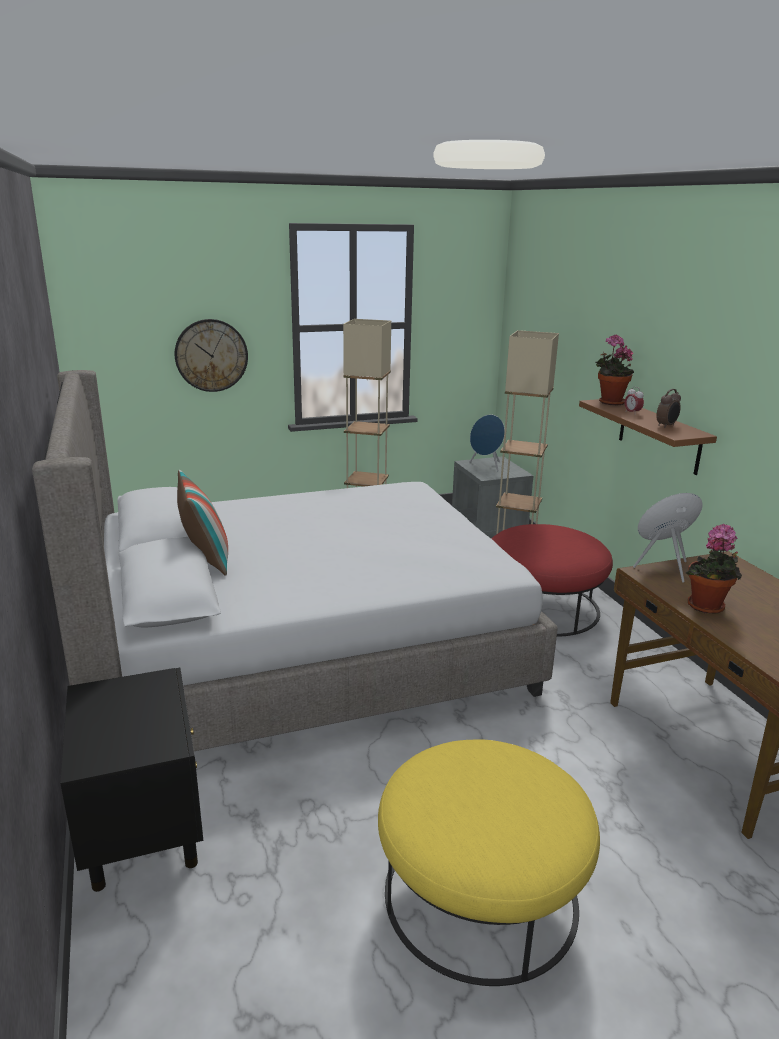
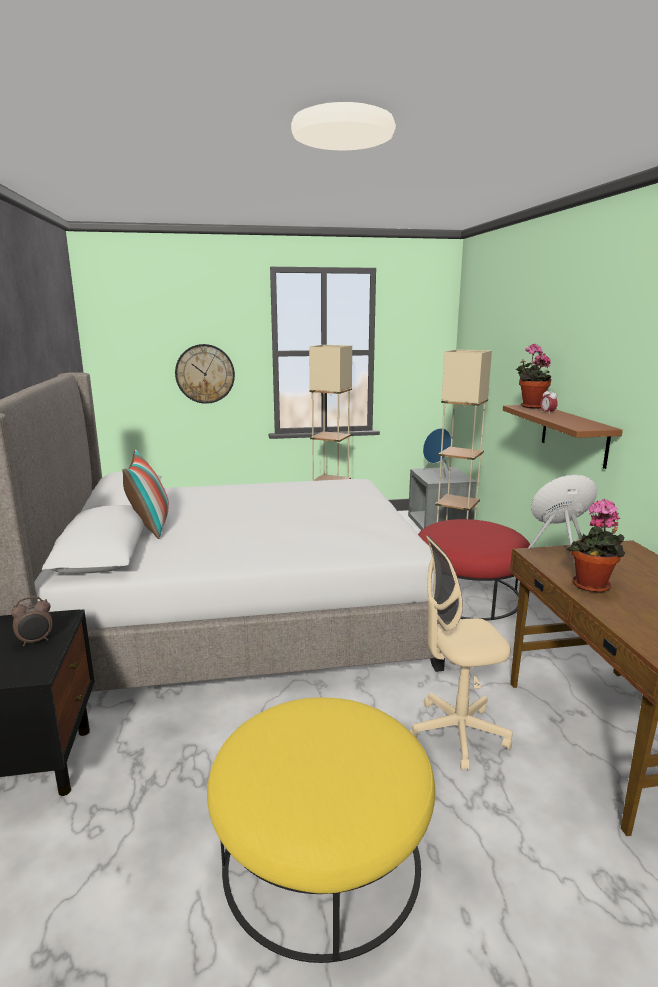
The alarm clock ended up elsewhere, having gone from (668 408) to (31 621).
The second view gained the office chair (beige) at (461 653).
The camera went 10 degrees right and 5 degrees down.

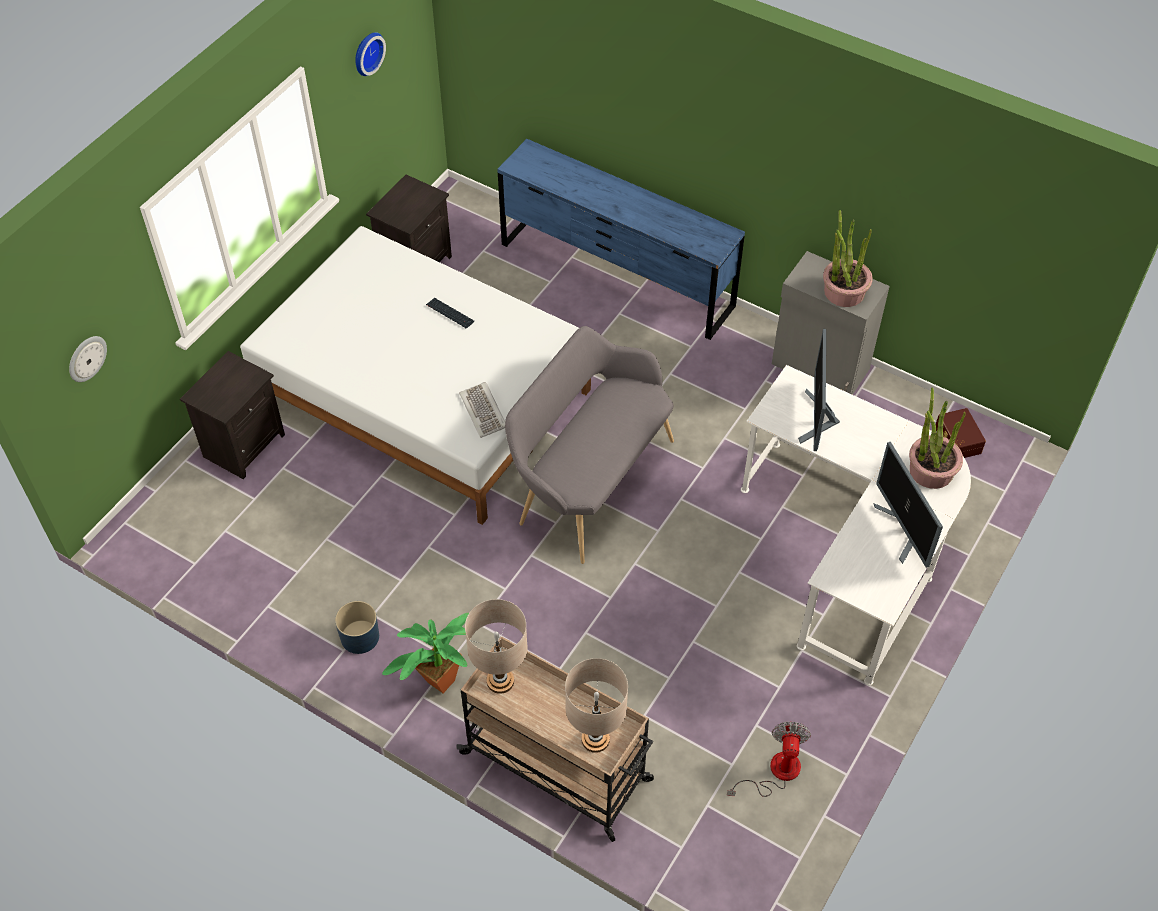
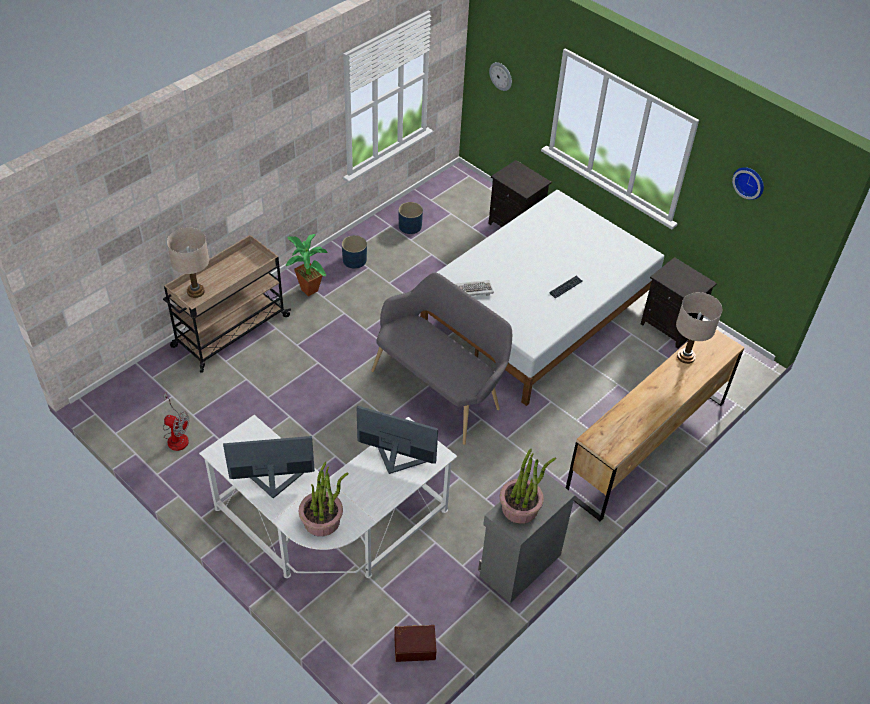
The table lamp (beige) ended up elsewhere, having gone from (496 646) to (699 328).
What was the dresser (blue) at (621 239) turned into the dresser (brown) at (655 425).
The second view gained the planter (blue) at (410 218).
The camera went 100 degrees right and 5 degrees down.

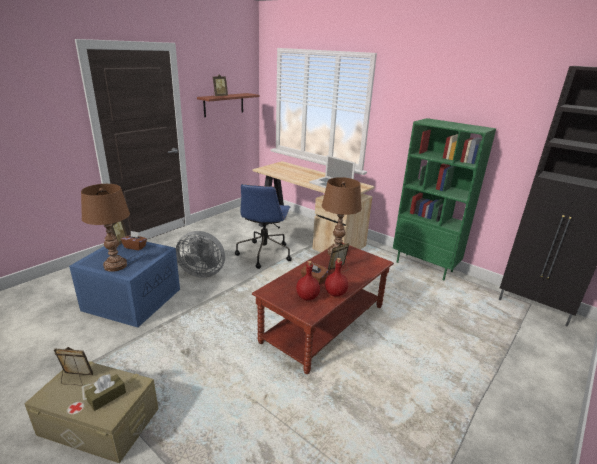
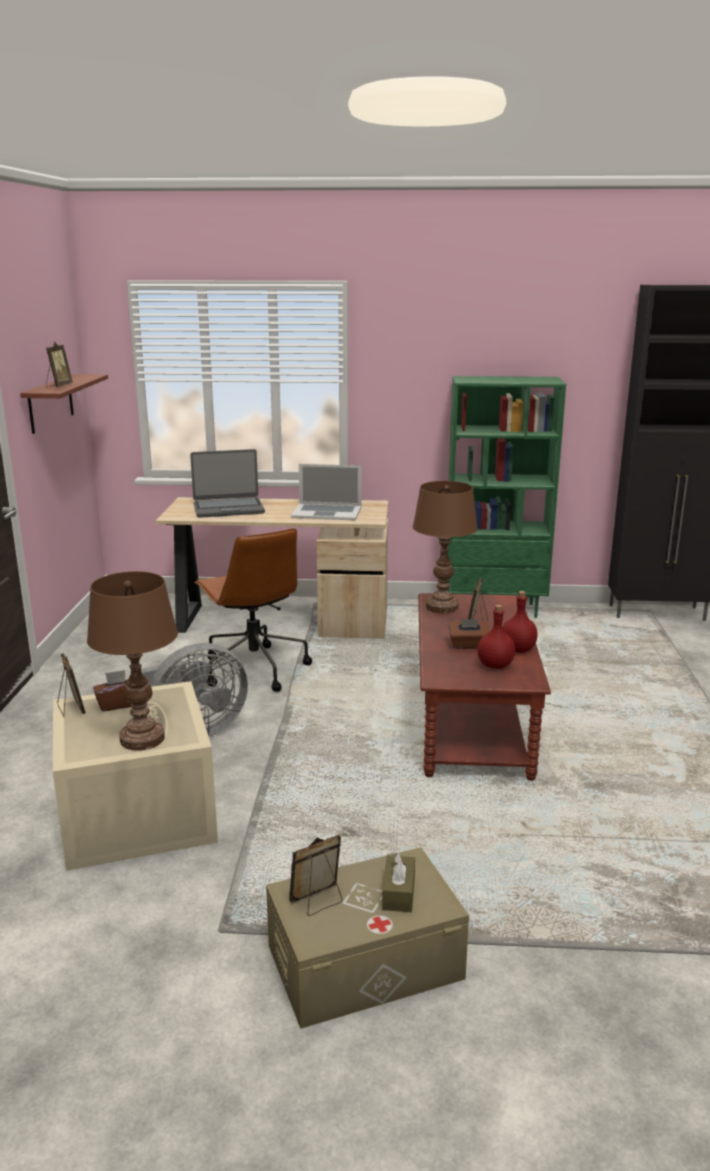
What was the storage box (blue) at (124 285) turned into the storage box (beige) at (135 776).
What was the office chair (blue) at (263 226) turned into the office chair (brown) at (253 610).
The second view gained the laptop at (227 483).
The camera went 35 degrees left and 5 degrees down.

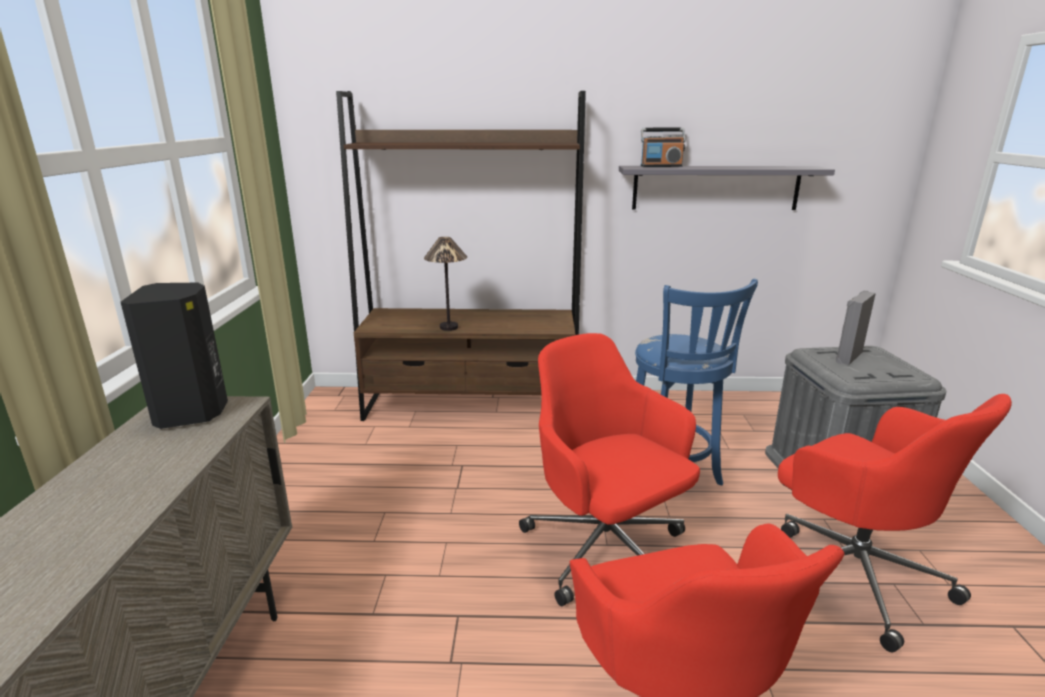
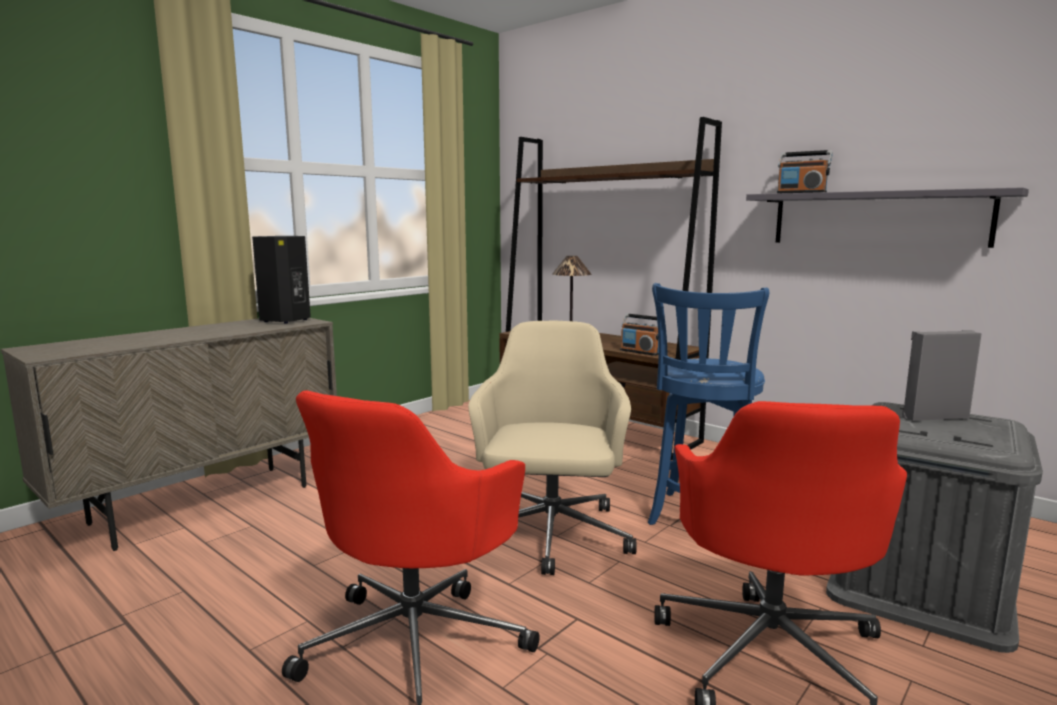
What was the office chair (red) at (609 469) turned into the office chair (beige) at (552 448).
The second view gained the radio at (639 335).
The camera went 40 degrees right and 10 degrees down.

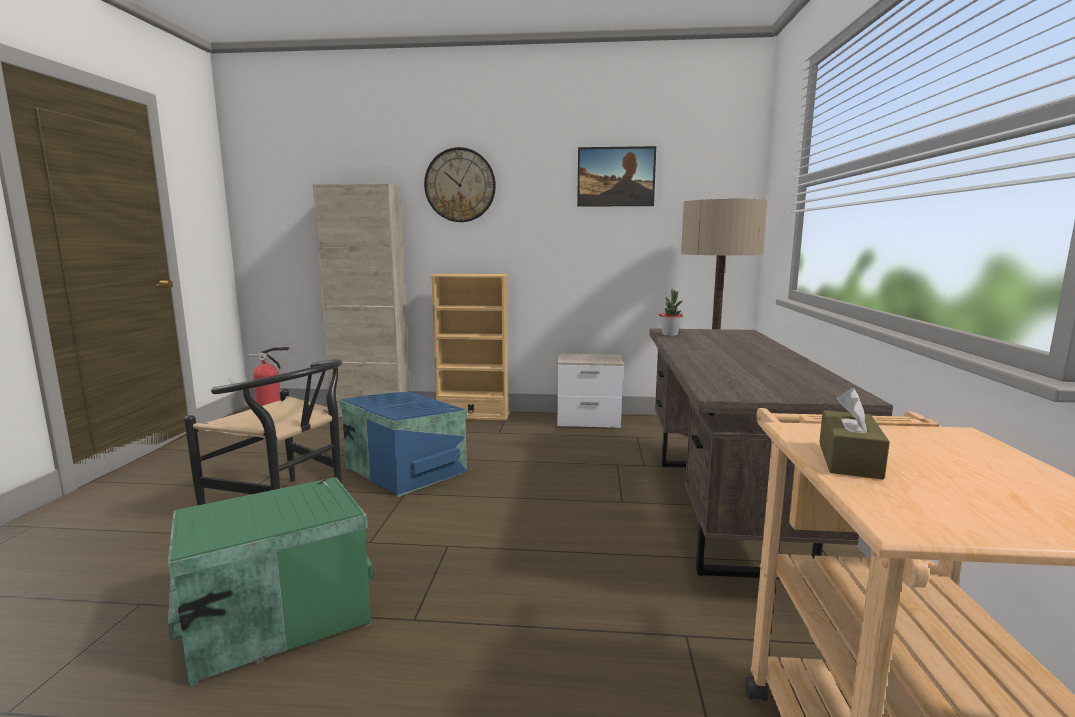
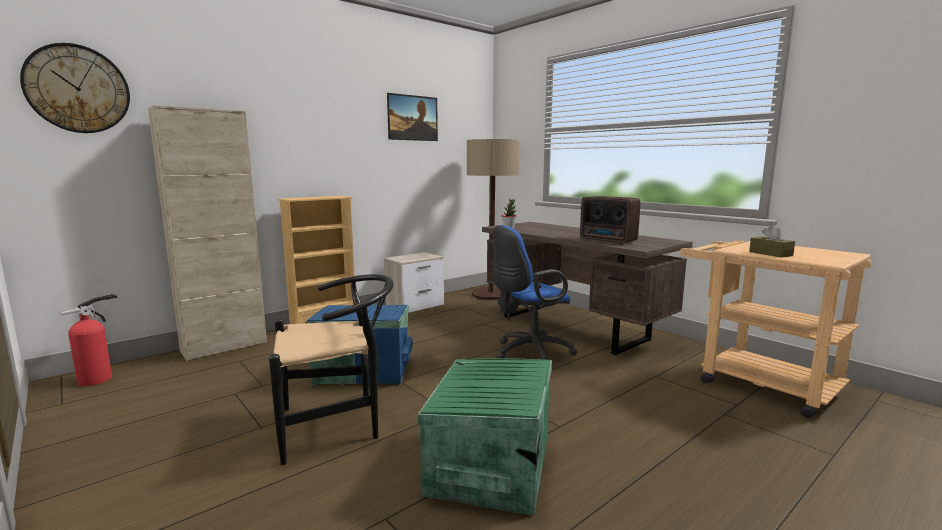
The wall clock ended up elsewhere, having gone from (460 184) to (75 88).
The second view gained the office chair (blue) at (535 292).
The second view gained the radio at (610 219).
The camera went 45 degrees left and 0 degrees up.

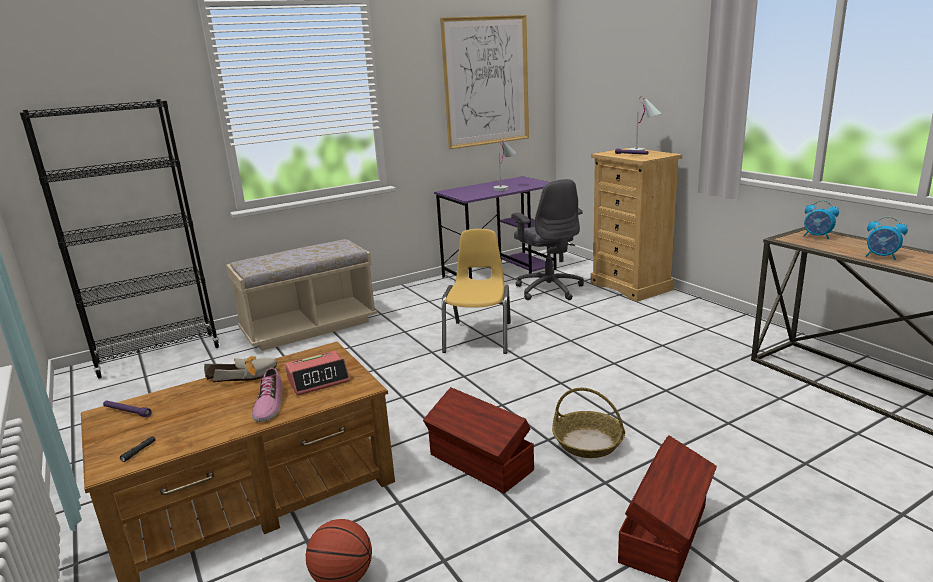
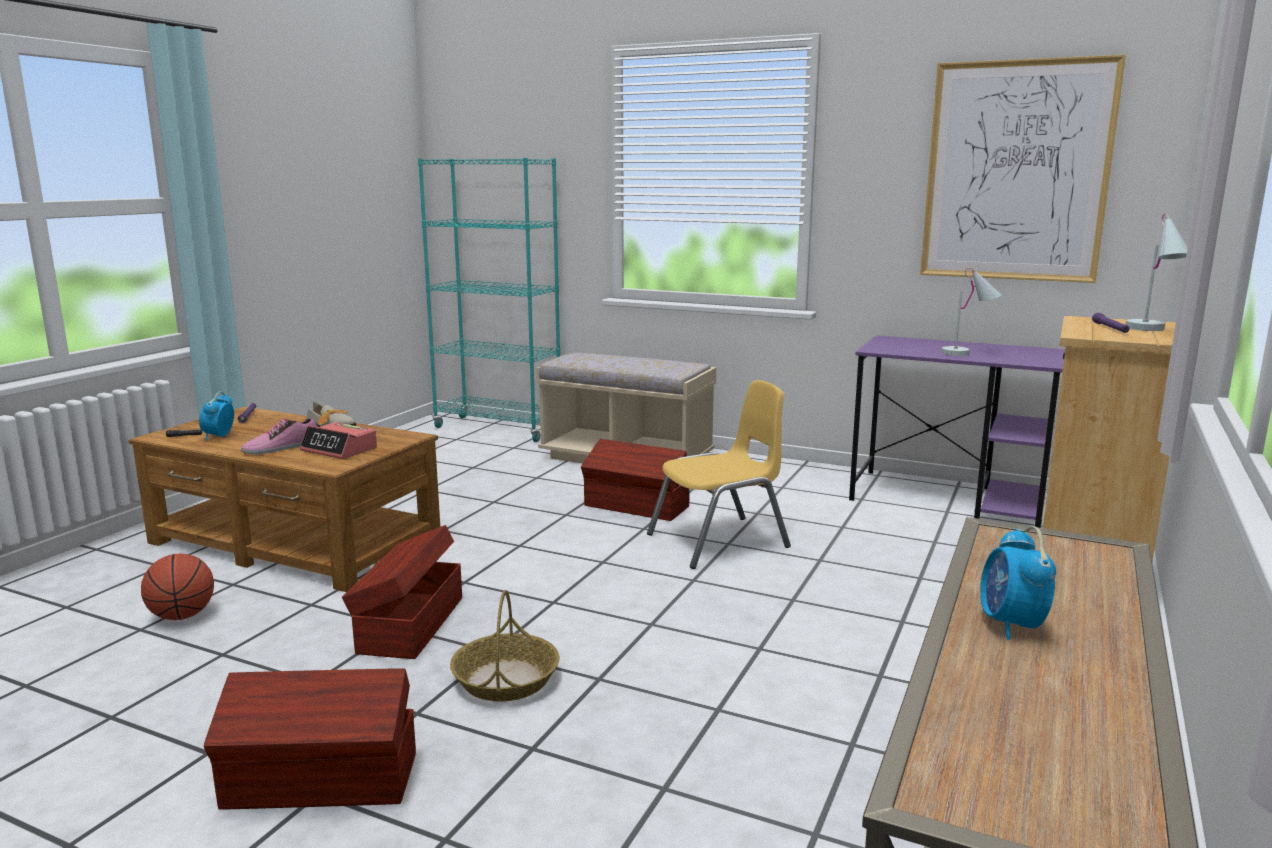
What was the bookcase (black) at (120 239) turned into the bookcase (turquoise) at (489 300).
The second view lost the office chair (grey) at (547 239).
The alarm clock ended up elsewhere, having gone from (821 219) to (216 416).
The second view gained the storage box (brown) at (635 480).
The camera went 55 degrees right and 5 degrees down.

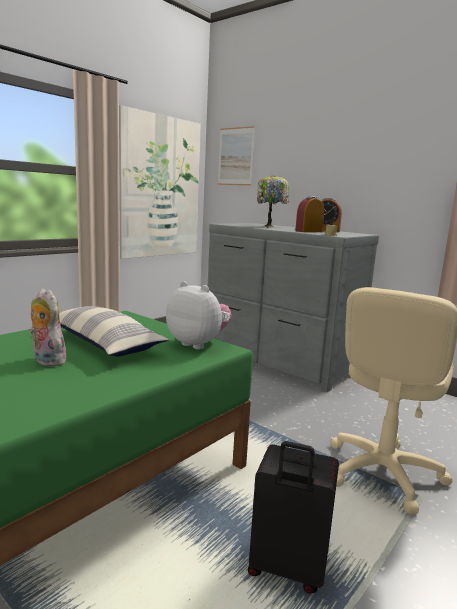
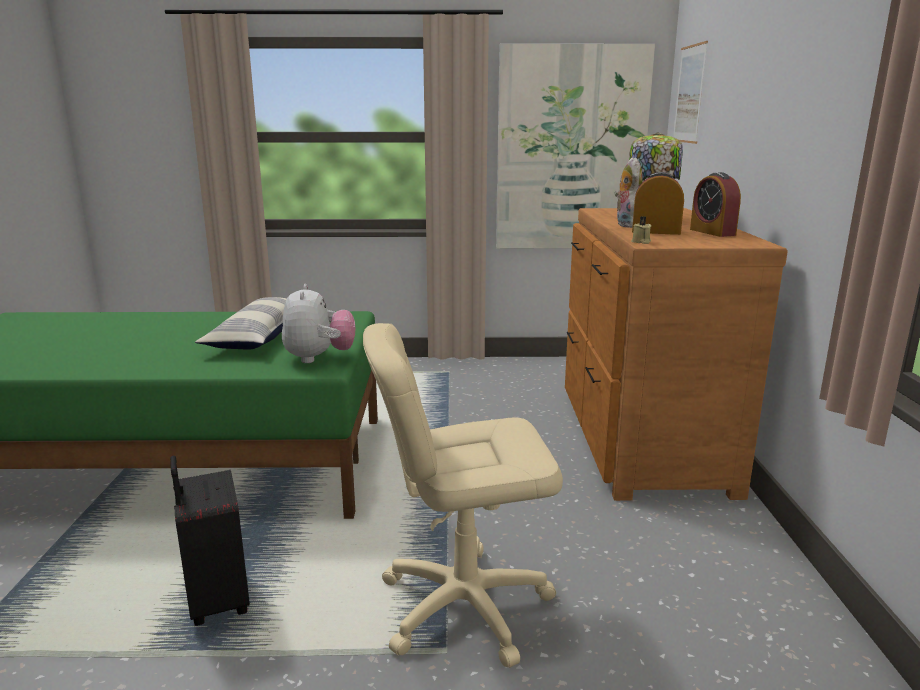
The plush toy ended up elsewhere, having gone from (47 327) to (628 192).
What was the dresser (grey) at (293 308) turned into the dresser (brown) at (676 354).
The camera went 50 degrees right and 5 degrees up.

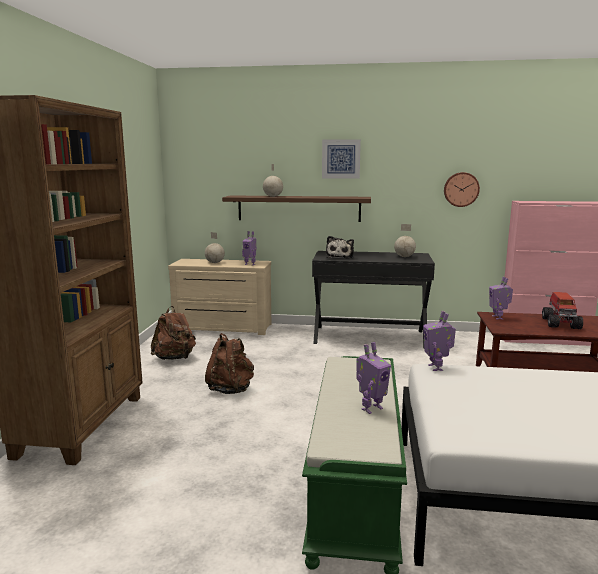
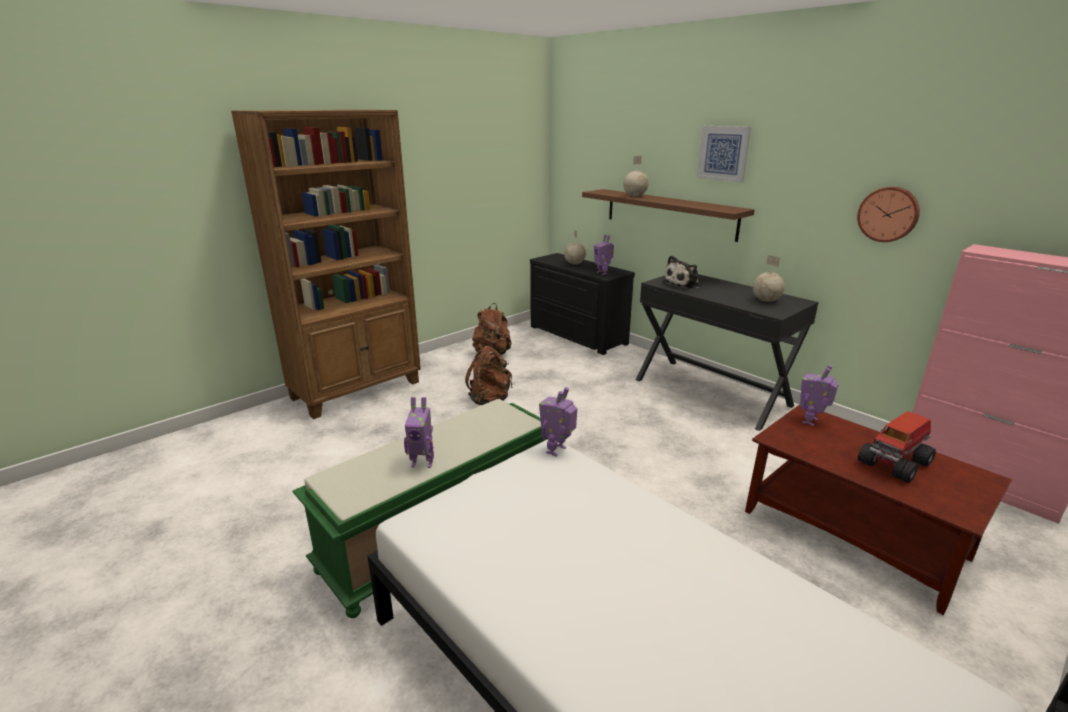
What was the dresser (beige) at (219 297) turned into the dresser (black) at (582 304).
The camera went 40 degrees right and 10 degrees up.

